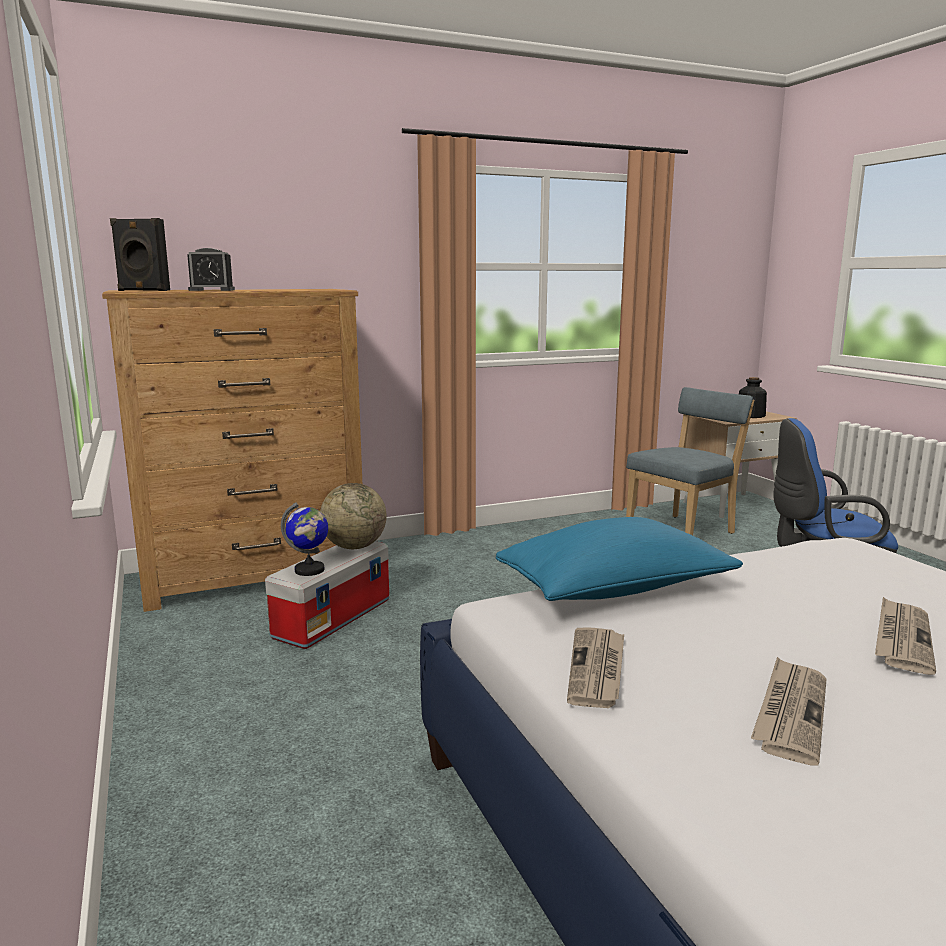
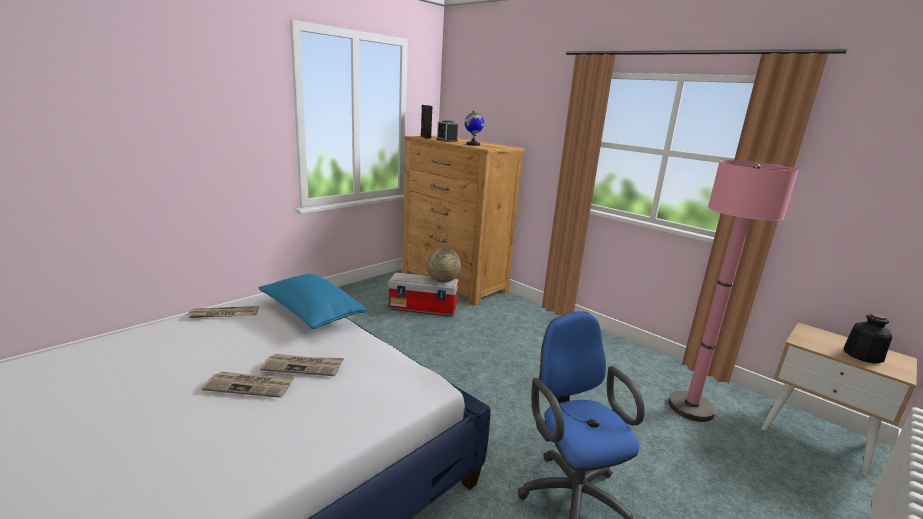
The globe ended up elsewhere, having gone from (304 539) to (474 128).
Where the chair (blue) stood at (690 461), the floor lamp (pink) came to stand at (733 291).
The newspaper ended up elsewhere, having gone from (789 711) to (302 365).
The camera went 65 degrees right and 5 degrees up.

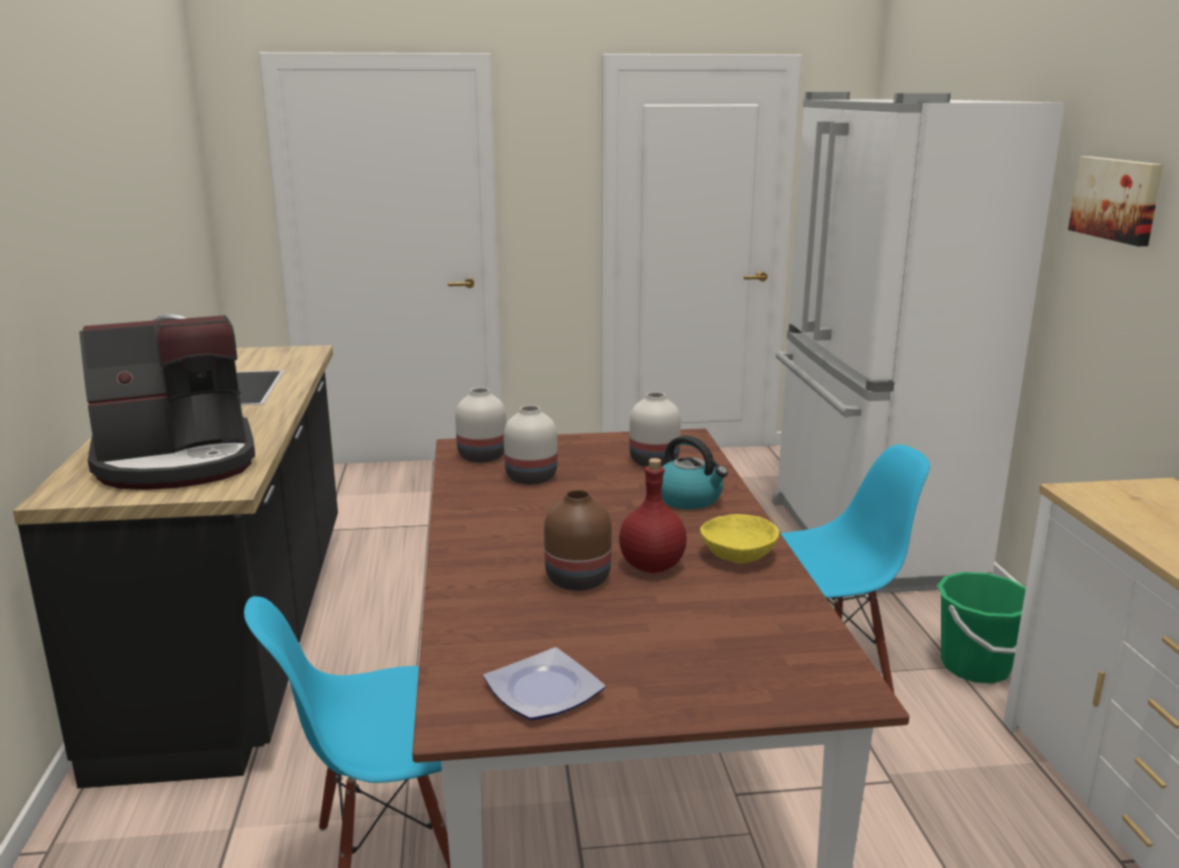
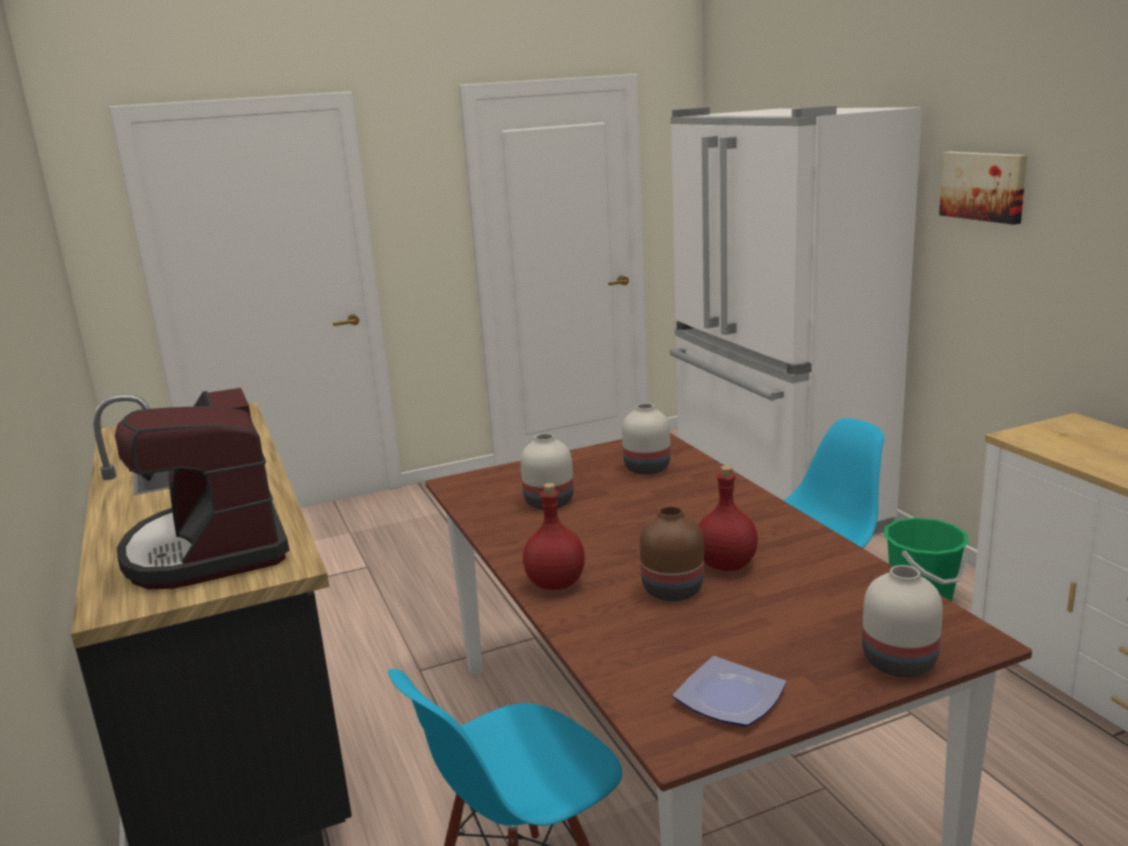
The coffee machine at (167 402) ended up facing another way, 105 degrees clockwise from before.
The vase (white) ended up elsewhere, having gone from (480 425) to (902 621).
The second view lost the kettle at (694 472).
The second view lost the bowl (yellow) at (739 539).
The second view gained the bottle (red) at (554 536).
The camera went 15 degrees left and 0 degrees up.

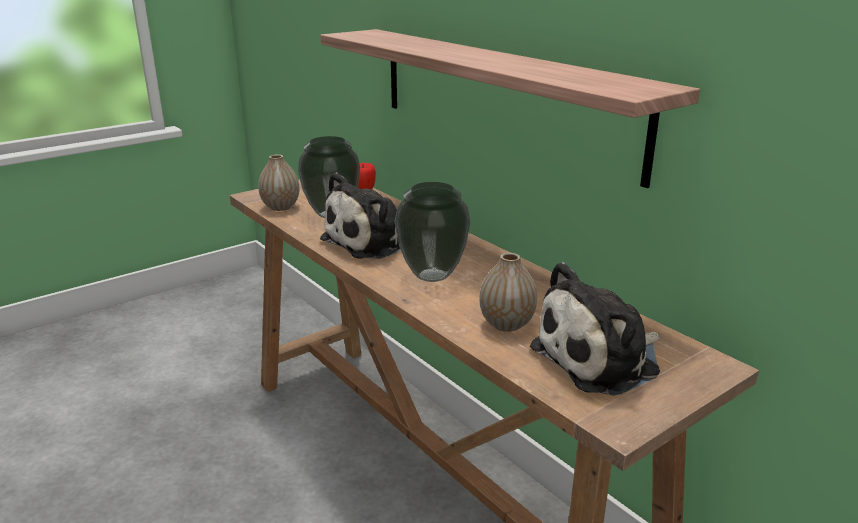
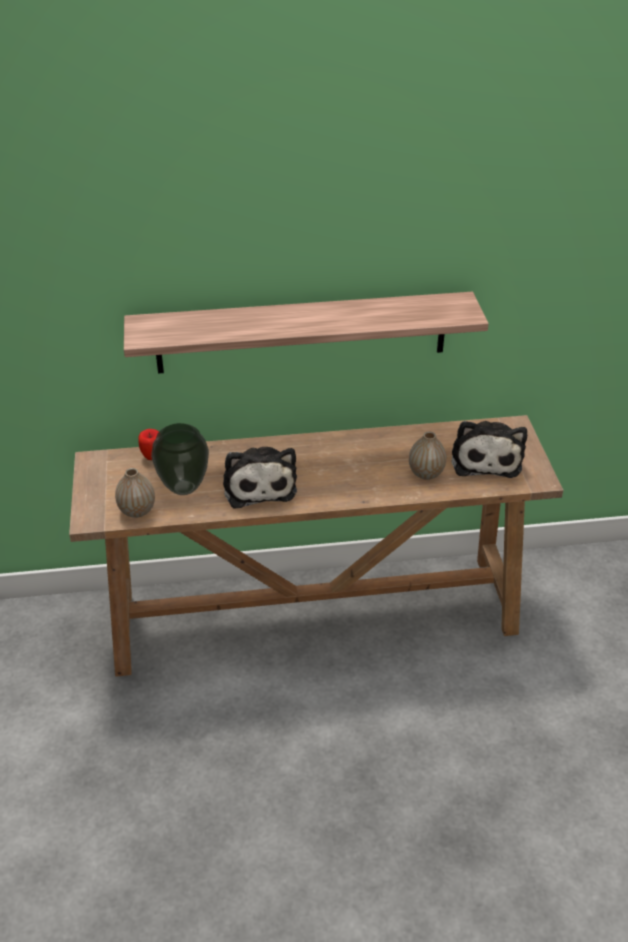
The second view lost the vase at (432 232).
The camera went 60 degrees left and 15 degrees up.

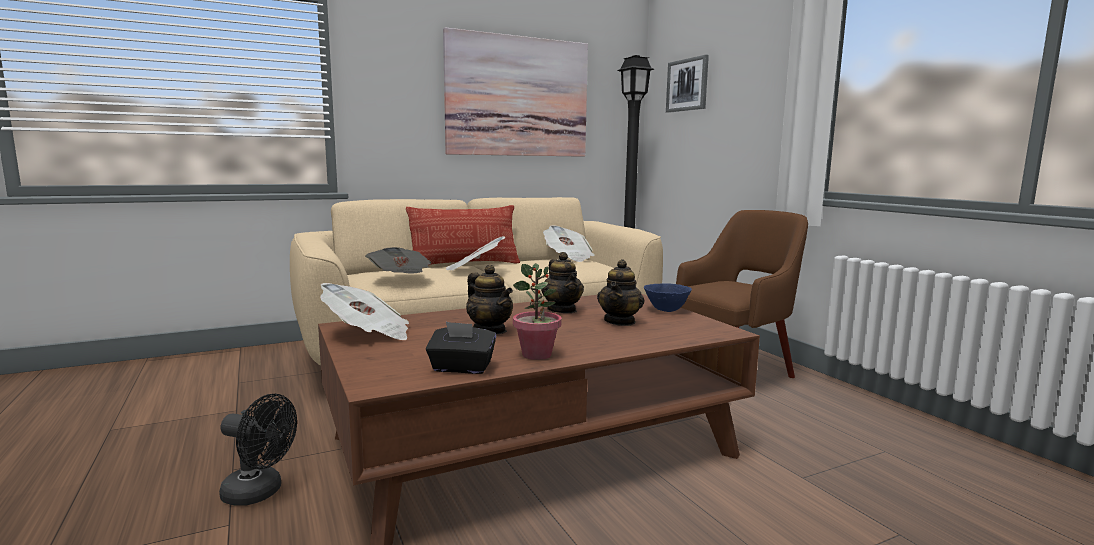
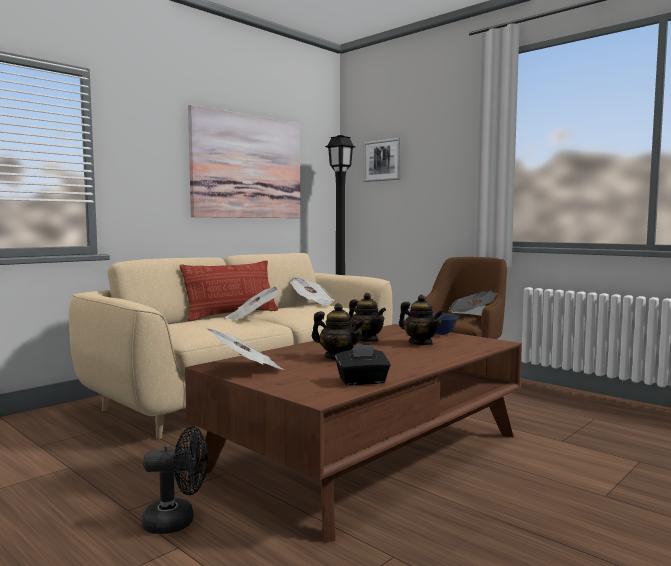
The newspaper ended up elsewhere, having gone from (398 260) to (472 301).
The second view lost the potted plant at (537 311).
The teapot at (620 292) ended up facing another way, 45 degrees counterclockwise from before.
The camera went 20 degrees left and 5 degrees down.

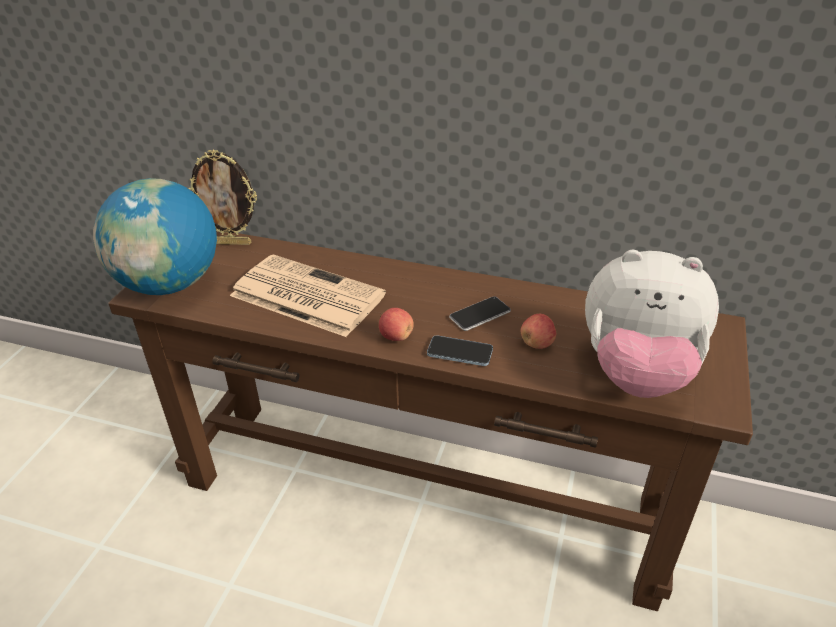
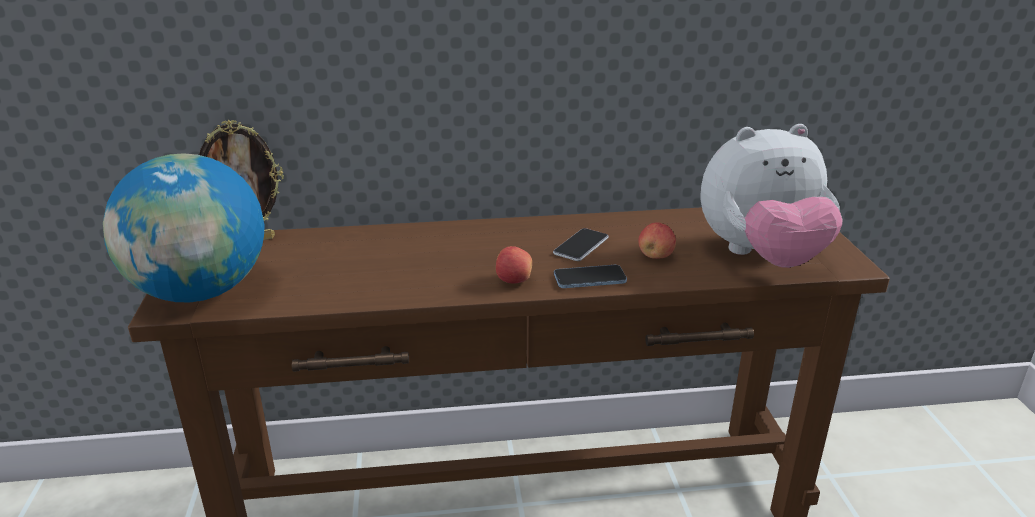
The second view lost the newspaper at (308 295).
The camera went 25 degrees left and 10 degrees down.

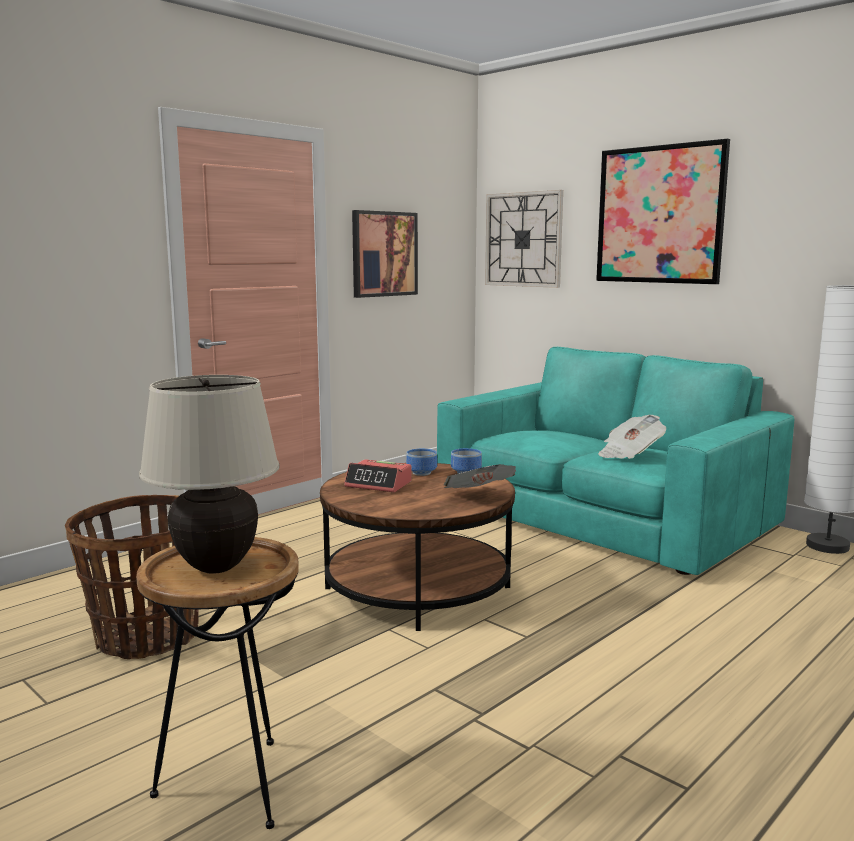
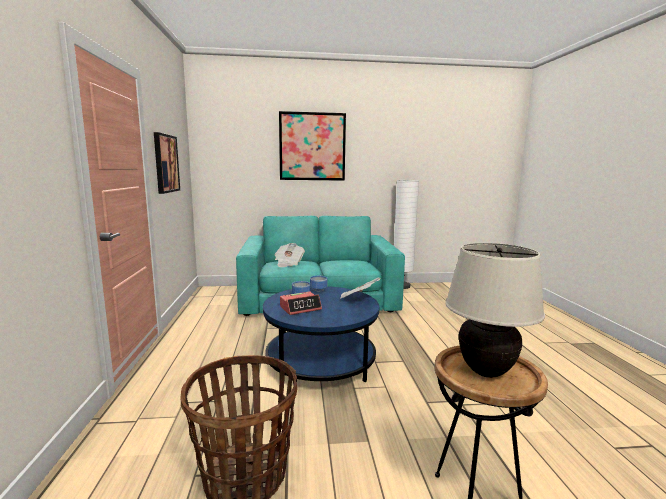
What was the coffee table (brown) at (417 547) turned into the coffee table (blue) at (321 334).
The second view lost the wall clock at (524 239).
The newspaper ended up elsewhere, having gone from (632 437) to (290 255).
The camera went 50 degrees left and 0 degrees up.

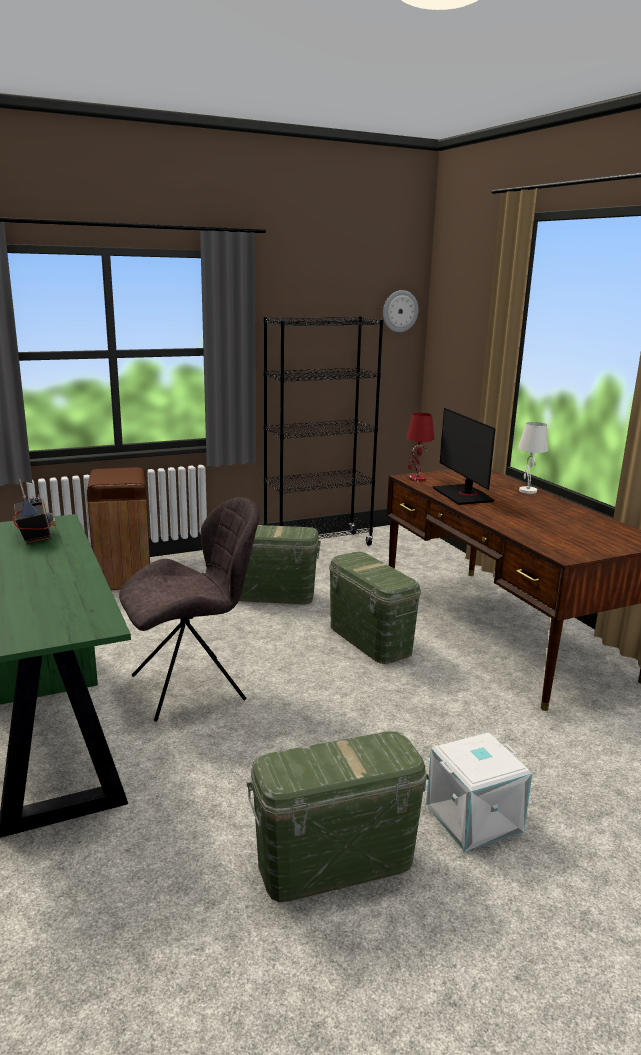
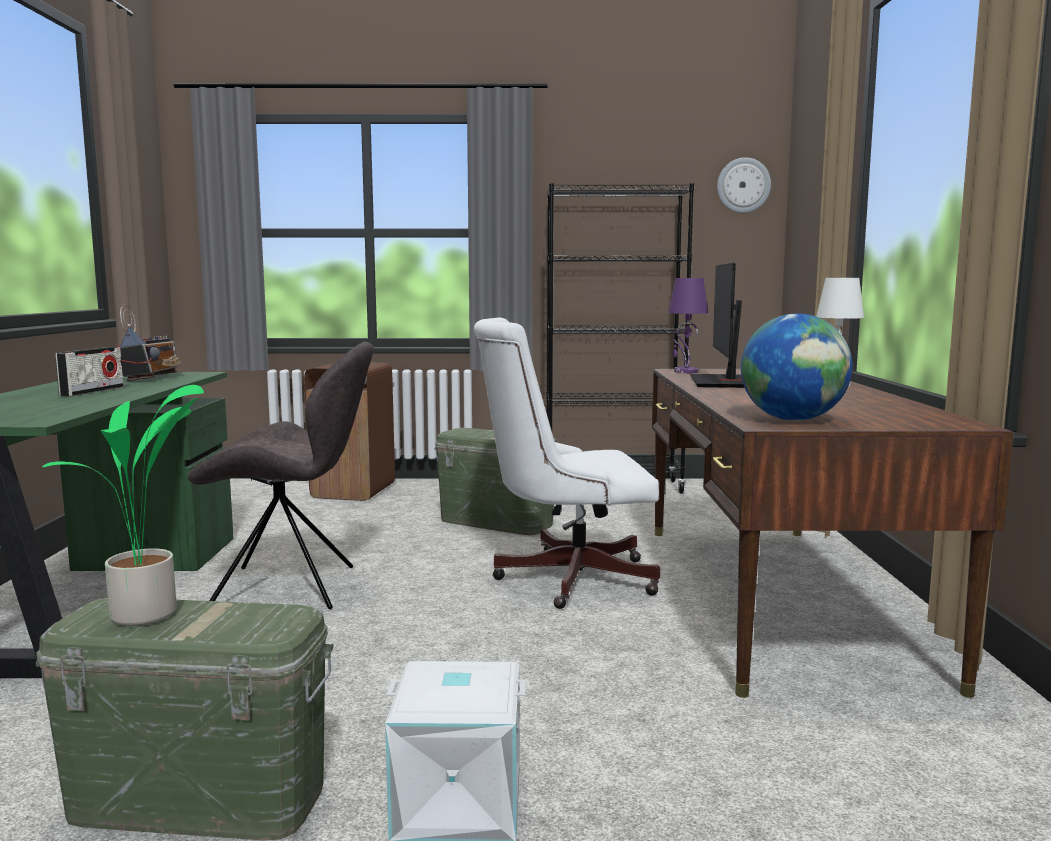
Where the storage box (green) stood at (375 608), the office chair (white) came to stand at (567 463).
What was the table lamp (red) at (420 447) turned into the table lamp (purple) at (688 325).
The second view gained the potted plant at (123 505).
The second view gained the radio at (90 372).
The second view gained the globe at (796 367).
The camera went 25 degrees right and 10 degrees down.

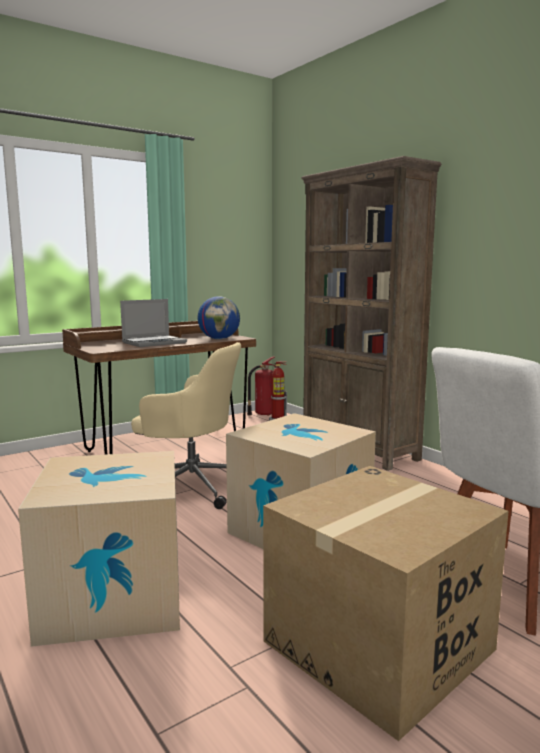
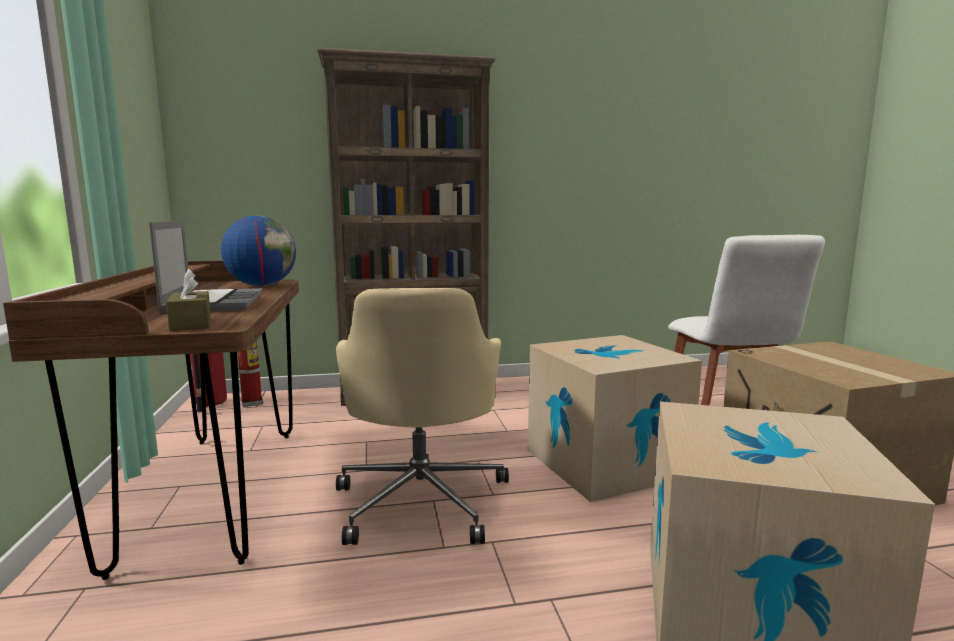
The office chair (beige) at (186 425) ended up facing another way, 135 degrees clockwise from before.
The second view gained the tissue box (brown) at (188 300).
The camera went 65 degrees left and 0 degrees up.

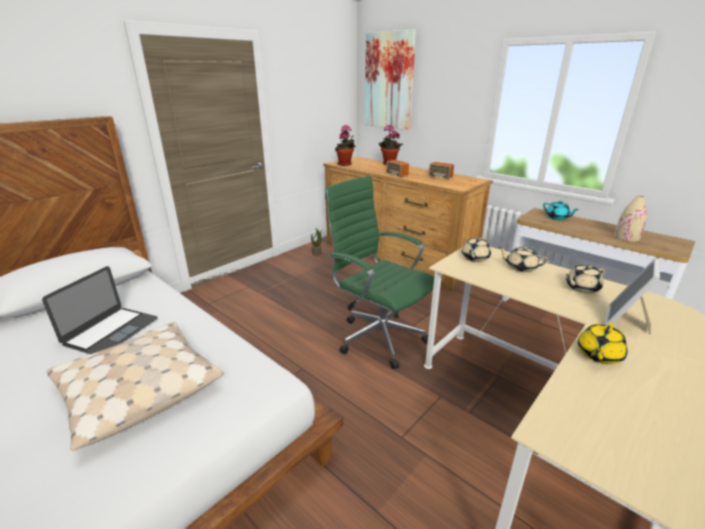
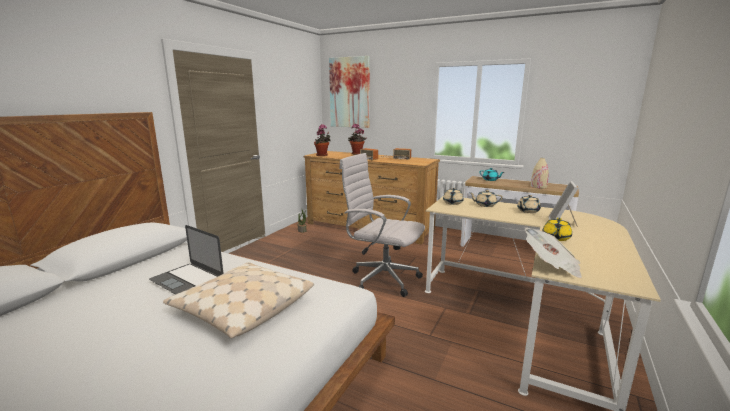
The laptop at (100 310) ended up facing another way, 120 degrees clockwise from before.
What was the office chair (green) at (379 272) turned into the office chair (white) at (382 225).
The second view gained the newspaper at (553 253).
The camera went 15 degrees left and 10 degrees down.

